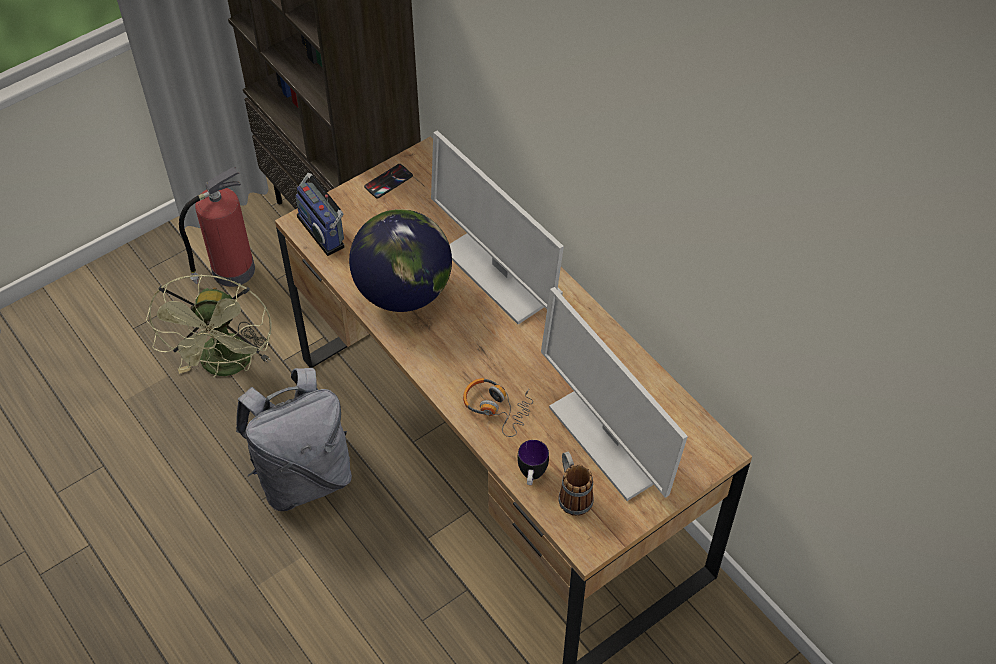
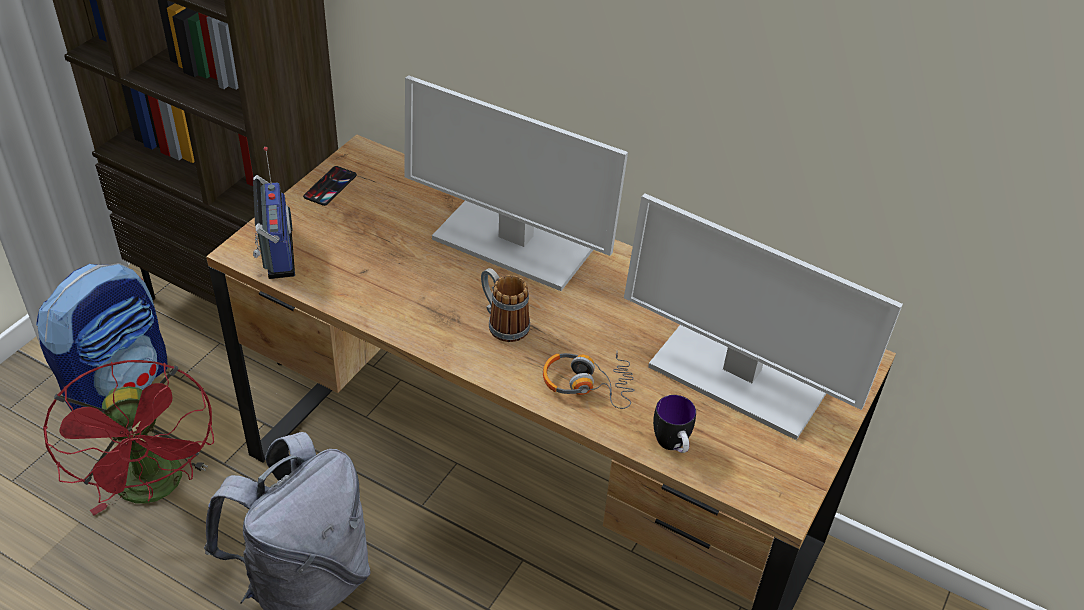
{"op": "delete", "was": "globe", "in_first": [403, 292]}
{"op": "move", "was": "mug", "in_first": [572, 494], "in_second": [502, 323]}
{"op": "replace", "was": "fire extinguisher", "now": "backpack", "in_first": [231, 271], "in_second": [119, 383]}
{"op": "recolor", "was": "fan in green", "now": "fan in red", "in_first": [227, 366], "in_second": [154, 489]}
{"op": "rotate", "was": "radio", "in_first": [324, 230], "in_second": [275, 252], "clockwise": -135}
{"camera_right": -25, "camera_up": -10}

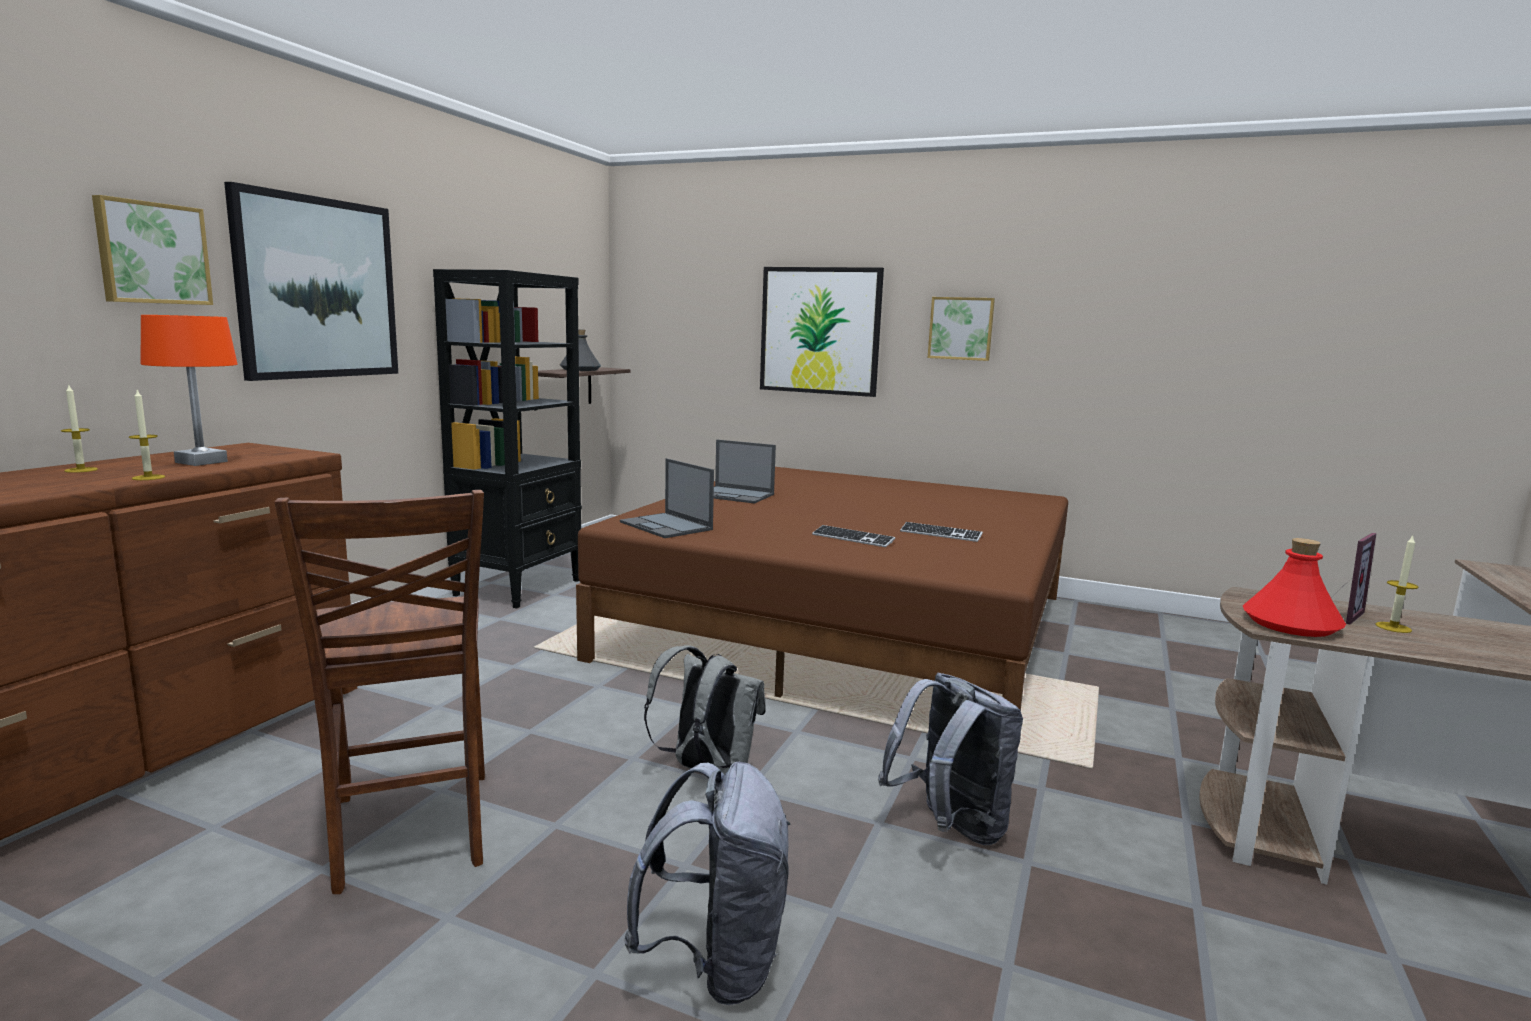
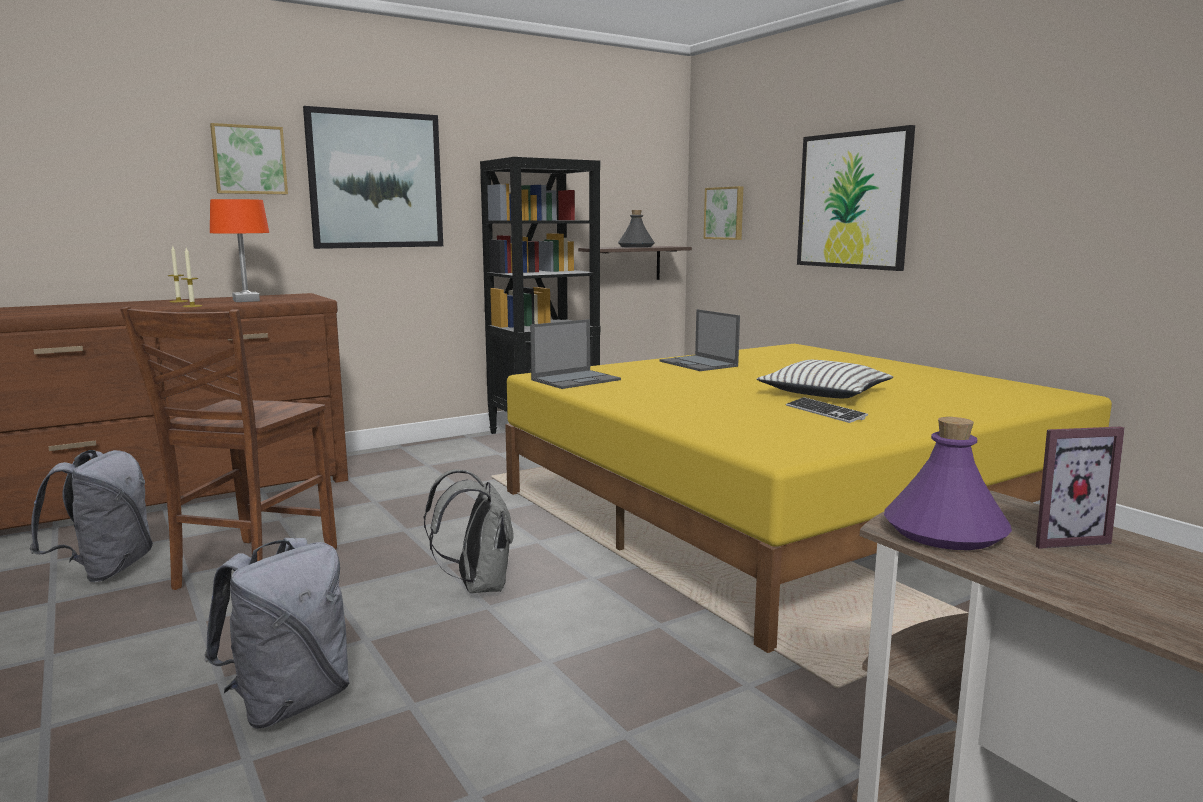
{"op": "delete", "was": "keyboard", "in_first": [853, 538]}
{"op": "delete", "was": "candle", "in_first": [1393, 627]}
{"op": "insert", "now": "pillow in white", "in_second": [824, 393]}
{"op": "move", "was": "backpack in grey", "in_first": [950, 828], "in_second": [106, 570]}
{"op": "move", "was": "picture", "in_first": [961, 328], "in_second": [725, 213]}
{"op": "recolor", "was": "bed in brown", "now": "bed in yellow", "in_first": [848, 625], "in_second": [783, 508]}
{"op": "recolor", "was": "bottle in red", "now": "bottle in purple", "in_first": [1291, 624], "in_second": [945, 531]}
{"op": "rotate", "was": "laptop", "in_first": [667, 526], "in_second": [576, 380], "clockwise": -120}
{"camera_right": 35, "camera_up": 0}

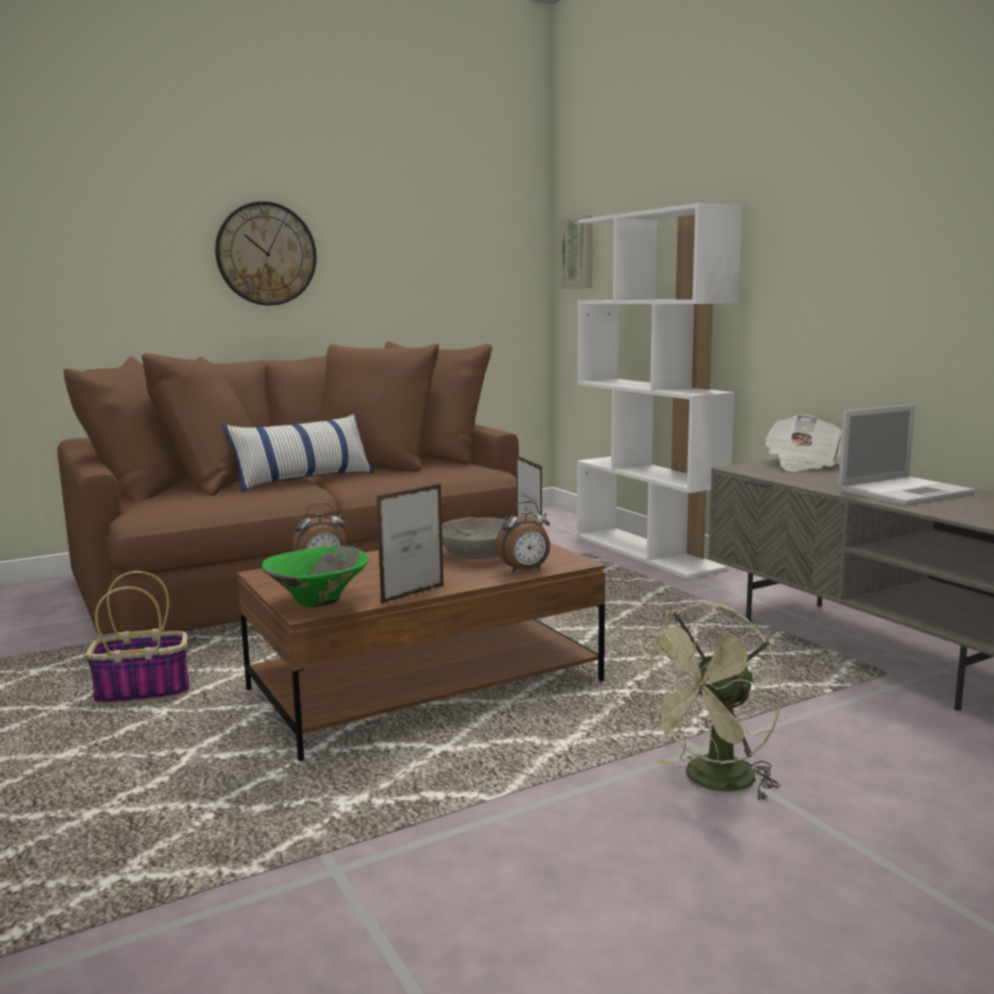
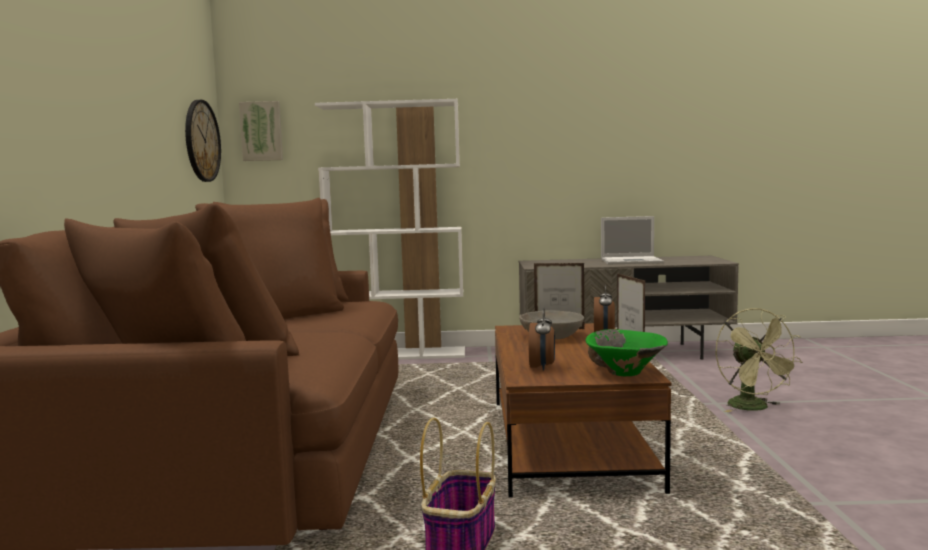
{"op": "delete", "was": "pillow", "in_first": [303, 480]}
{"op": "delete", "was": "newspaper", "in_first": [801, 464]}
{"op": "move", "was": "wall clock", "in_first": [266, 254], "in_second": [201, 141]}
{"op": "rotate", "was": "laptop", "in_first": [906, 491], "in_second": [632, 261], "clockwise": 90}
{"camera_right": -60, "camera_up": -5}

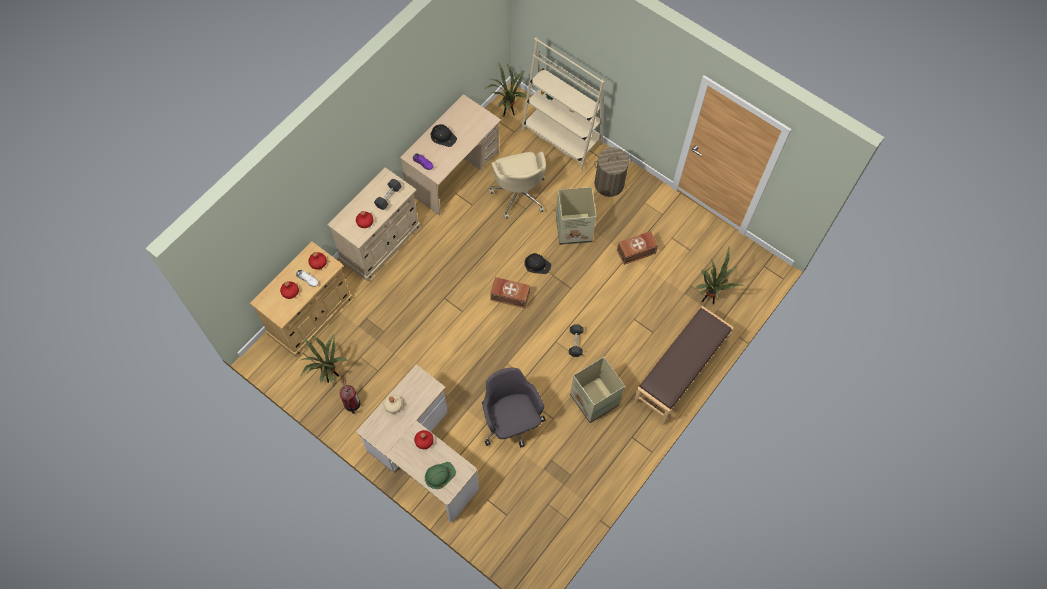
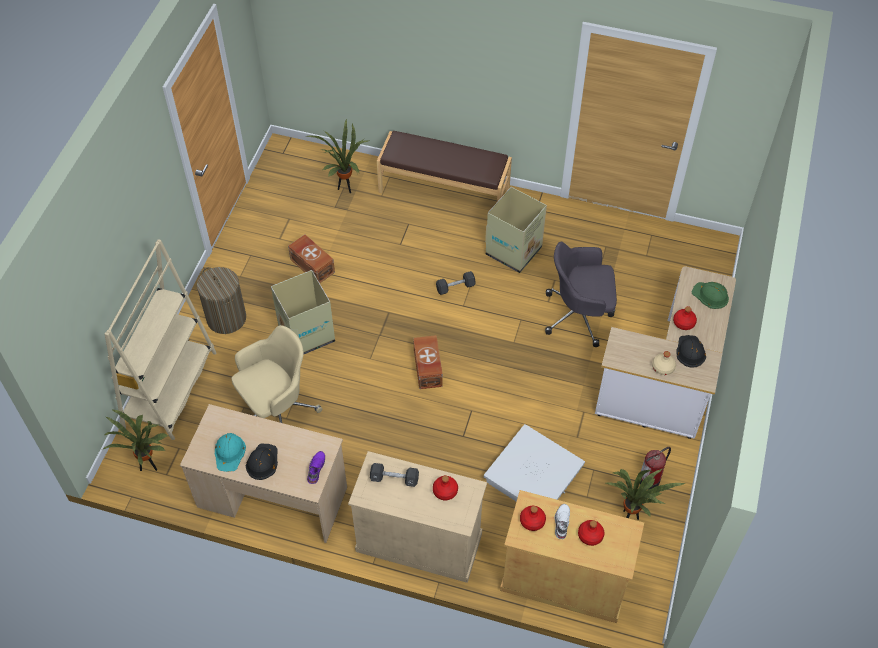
{"op": "insert", "now": "hard hat in turquoise", "in_second": [229, 453]}
{"op": "insert", "now": "storage box in white", "in_second": [533, 475]}
{"op": "move", "was": "hard hat in black", "in_first": [537, 264], "in_second": [690, 351]}
{"op": "rotate", "was": "office chair in grey", "in_first": [511, 422], "in_second": [579, 315], "clockwise": 45}
{"camera_right": -110, "camera_up": -10}

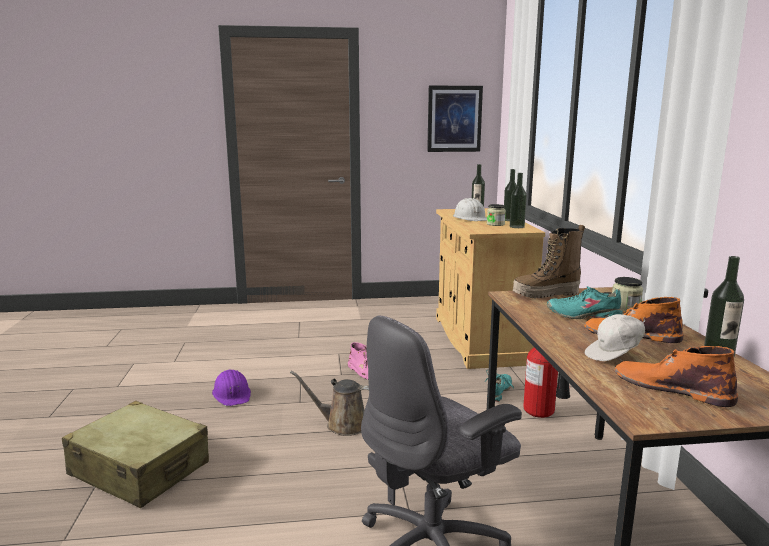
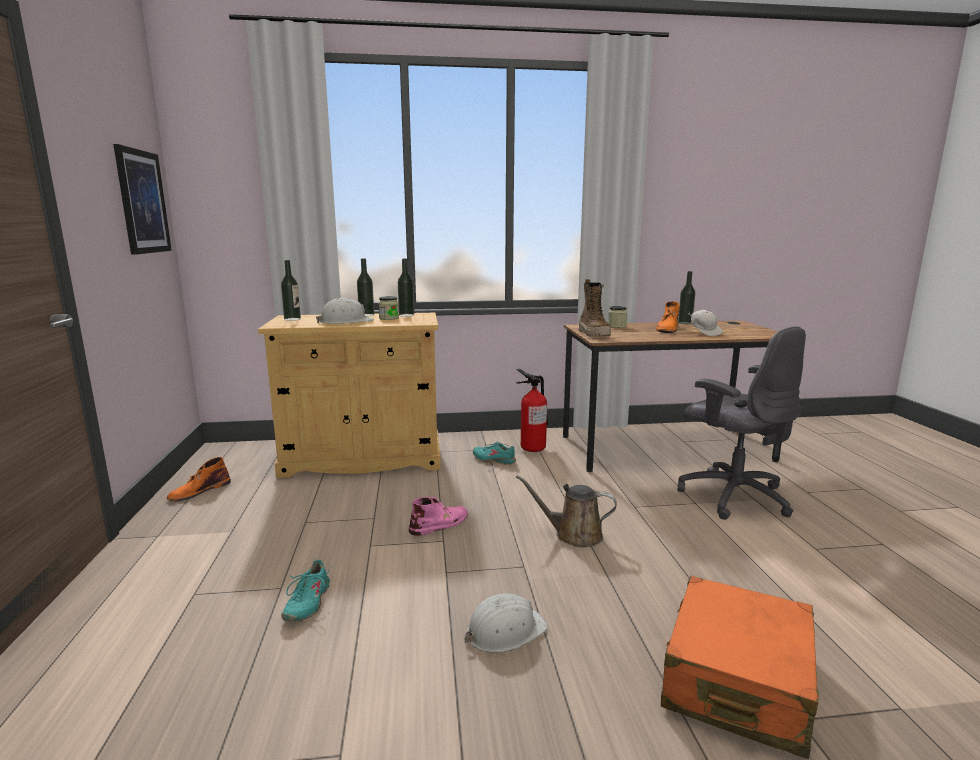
{"op": "move", "was": "shoe in turquoise", "in_first": [583, 315], "in_second": [307, 603]}
{"op": "move", "was": "boot in orange", "in_first": [671, 387], "in_second": [199, 491]}
{"op": "recolor", "was": "suitcase in beige", "now": "suitcase in orange", "in_first": [140, 469], "in_second": [736, 681]}
{"op": "recolor", "was": "hard hat in purple", "now": "hard hat in white", "in_first": [232, 394], "in_second": [505, 631]}
{"op": "rotate", "was": "watering can in brown", "in_first": [342, 424], "in_second": [573, 535], "clockwise": 90}
{"camera_right": -90, "camera_up": 0}

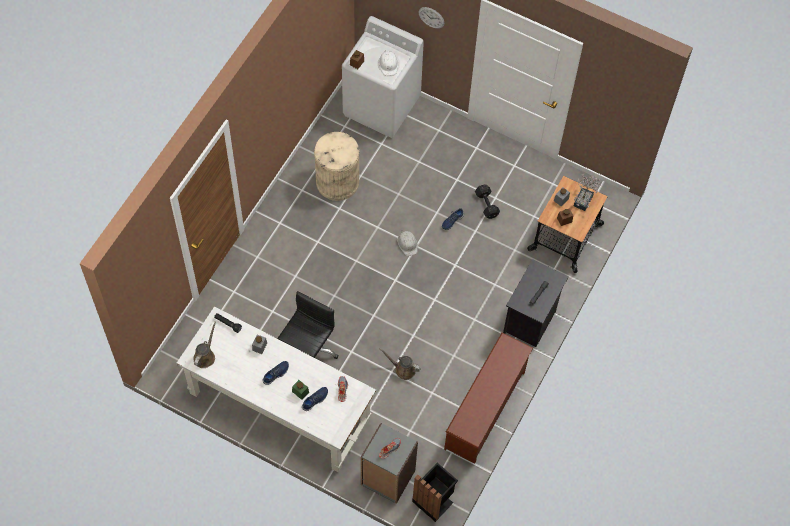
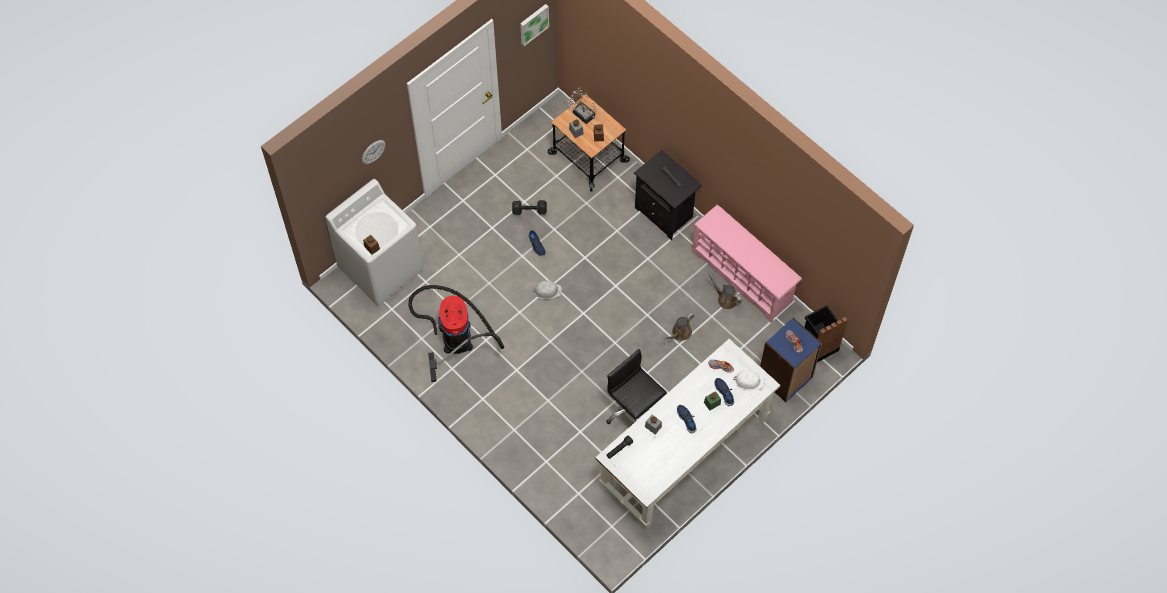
{"op": "insert", "now": "picture", "in_second": [533, 23]}
{"op": "move", "was": "watering can in brown", "in_first": [205, 356], "in_second": [725, 299]}
{"op": "move", "was": "hard hat in white", "in_first": [388, 64], "in_second": [749, 381]}
{"op": "replace", "was": "trash can in beige", "now": "vacuum cleaner", "in_first": [337, 182], "in_second": [455, 333]}
{"op": "recolor", "was": "bookcase in grey", "now": "bookcase in blue", "in_first": [387, 478], "in_second": [785, 378]}
{"op": "recolor", "was": "shoe rack in brown", "now": "shoe rack in pink", "in_first": [486, 411], "in_second": [743, 277]}
{"camera_right": -70, "camera_up": 0}

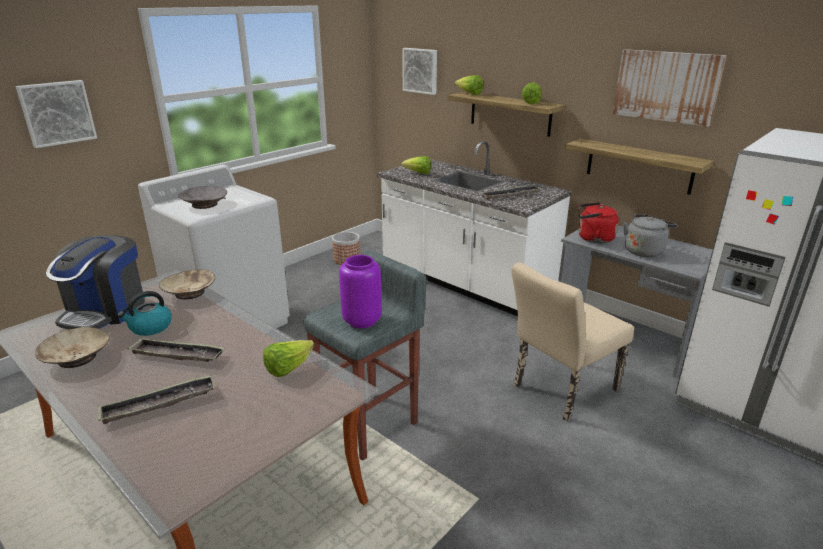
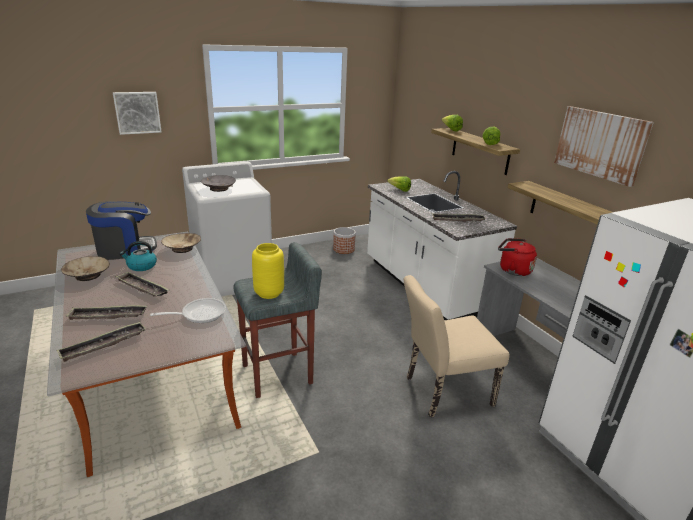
{"op": "delete", "was": "picture", "in_first": [420, 70]}
{"op": "delete", "was": "kettle in grey", "in_first": [644, 251]}
{"op": "insert", "now": "tray", "in_second": [103, 344]}
{"op": "replace", "was": "lettuce", "now": "frying pan", "in_first": [288, 368], "in_second": [199, 314]}
{"op": "recolor", "was": "vase in purple", "now": "vase in yellow", "in_first": [362, 320], "in_second": [269, 293]}
{"op": "rotate", "was": "coffee machine", "in_first": [105, 311], "in_second": [125, 249], "clockwise": -150}
{"camera_right": 20, "camera_up": 0}

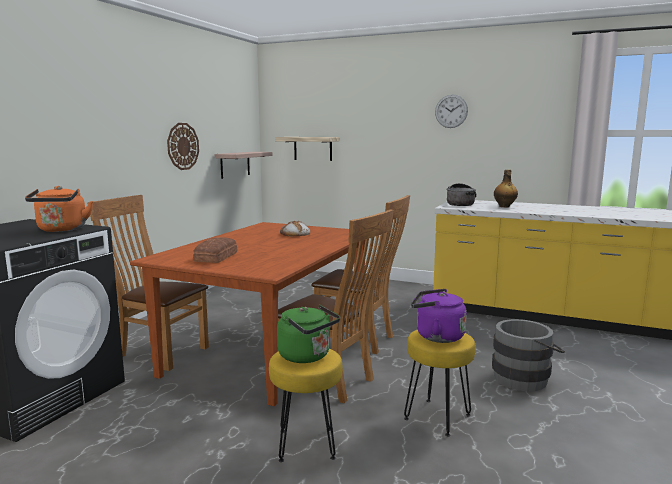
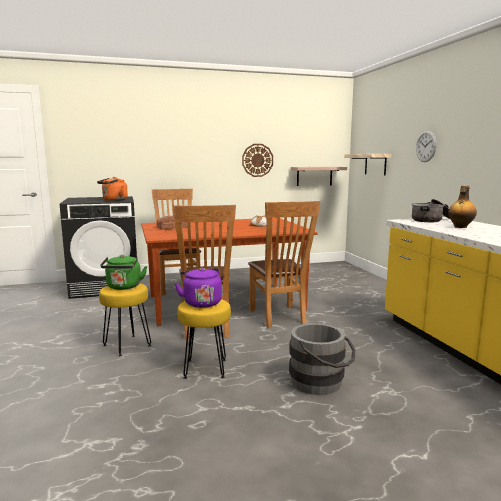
{"op": "move", "was": "wall clock", "in_first": [451, 111], "in_second": [426, 146]}
{"camera_right": 50, "camera_up": 0}

